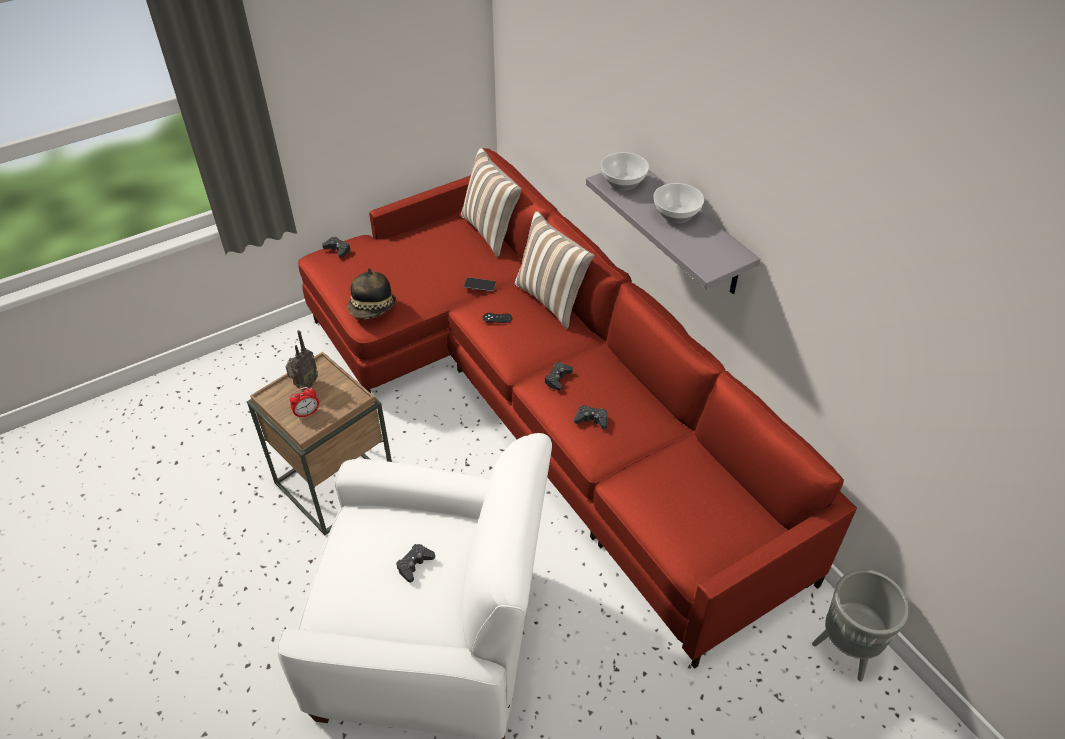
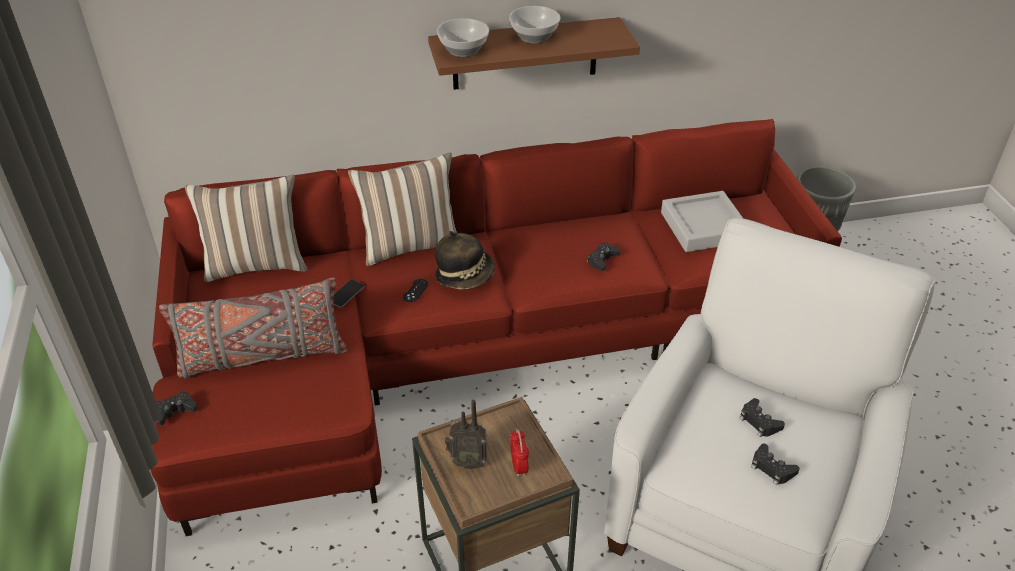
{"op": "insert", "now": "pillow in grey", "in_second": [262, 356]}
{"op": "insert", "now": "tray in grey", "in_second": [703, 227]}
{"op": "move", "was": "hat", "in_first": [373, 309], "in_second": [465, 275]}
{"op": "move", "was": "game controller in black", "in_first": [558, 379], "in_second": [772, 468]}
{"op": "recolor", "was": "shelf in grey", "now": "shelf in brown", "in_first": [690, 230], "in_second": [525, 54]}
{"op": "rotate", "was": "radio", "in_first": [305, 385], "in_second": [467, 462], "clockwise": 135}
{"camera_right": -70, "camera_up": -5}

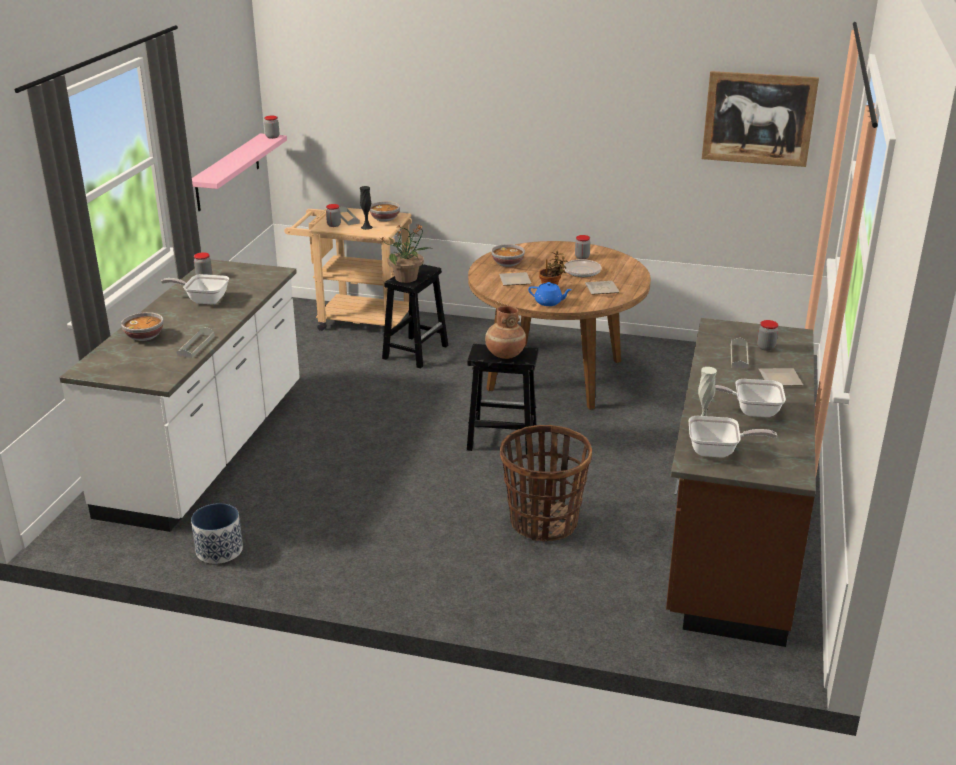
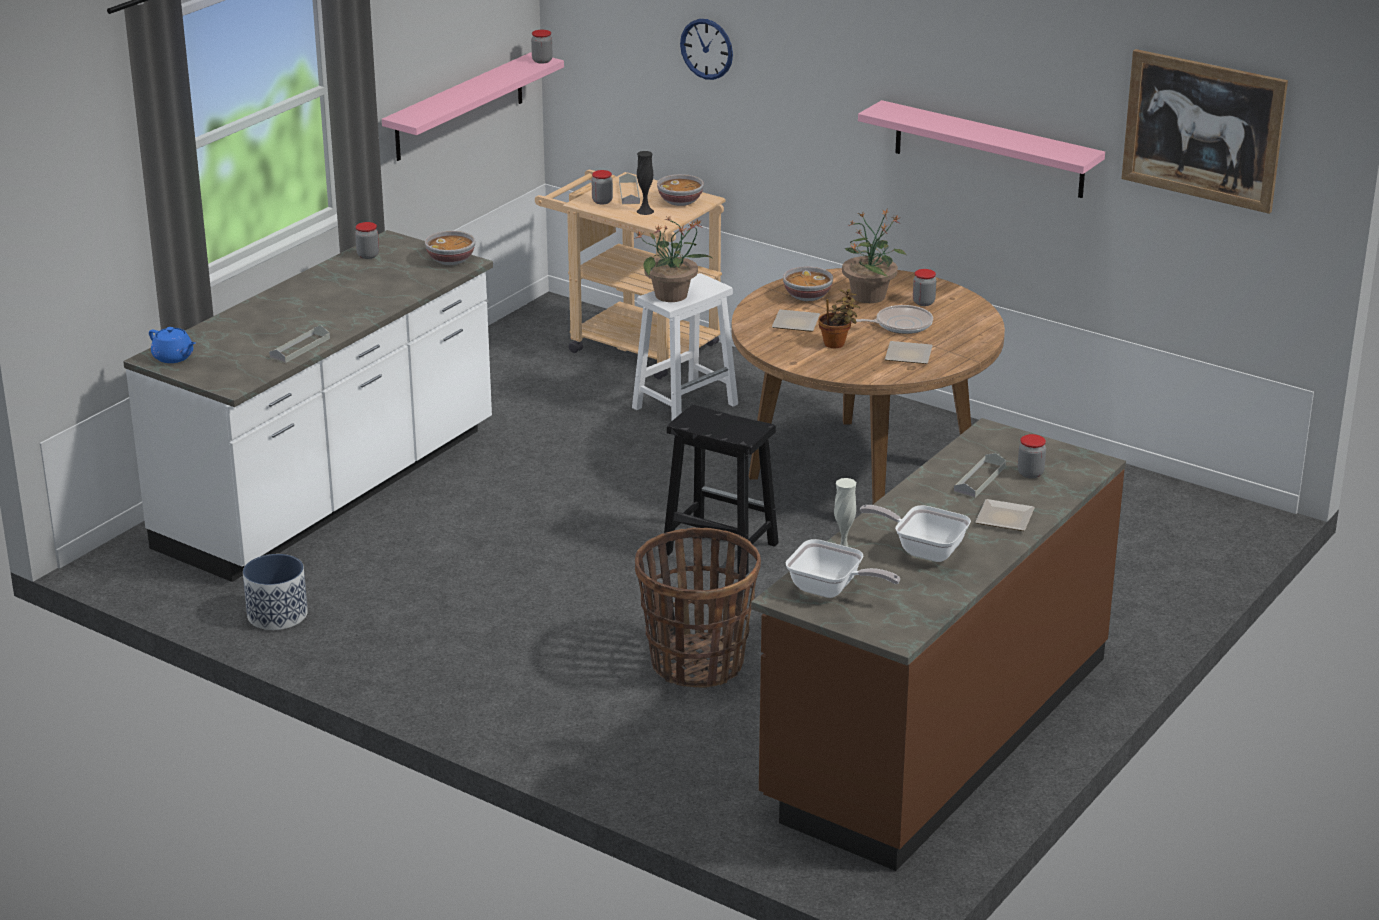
{"op": "delete", "was": "frying pan", "in_first": [203, 300]}
{"op": "delete", "was": "vase in brown", "in_first": [505, 354]}
{"op": "insert", "now": "wall clock", "in_second": [707, 49]}
{"op": "insert", "now": "potted plant", "in_second": [869, 296]}
{"op": "insert", "now": "shelf in pink", "in_second": [989, 149]}
{"op": "move", "was": "bowl", "in_first": [145, 336], "in_second": [451, 260]}
{"op": "move", "was": "teapot in blue", "in_first": [549, 302], "in_second": [174, 357]}
{"op": "recolor", "was": "stool in black", "now": "stool in white", "in_first": [415, 351], "in_second": [686, 405]}
{"camera_right": 20, "camera_up": 0}

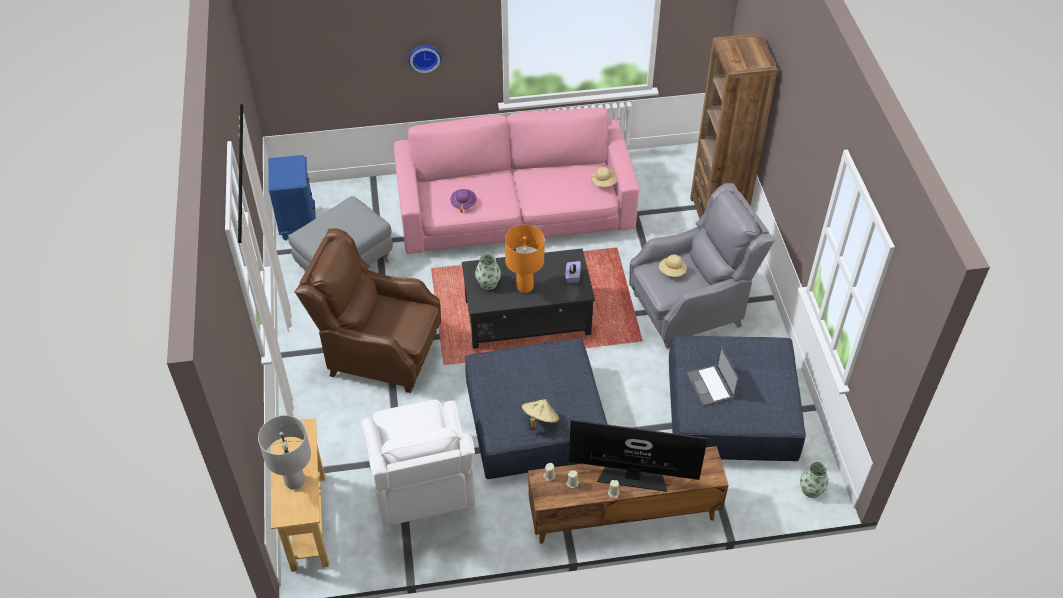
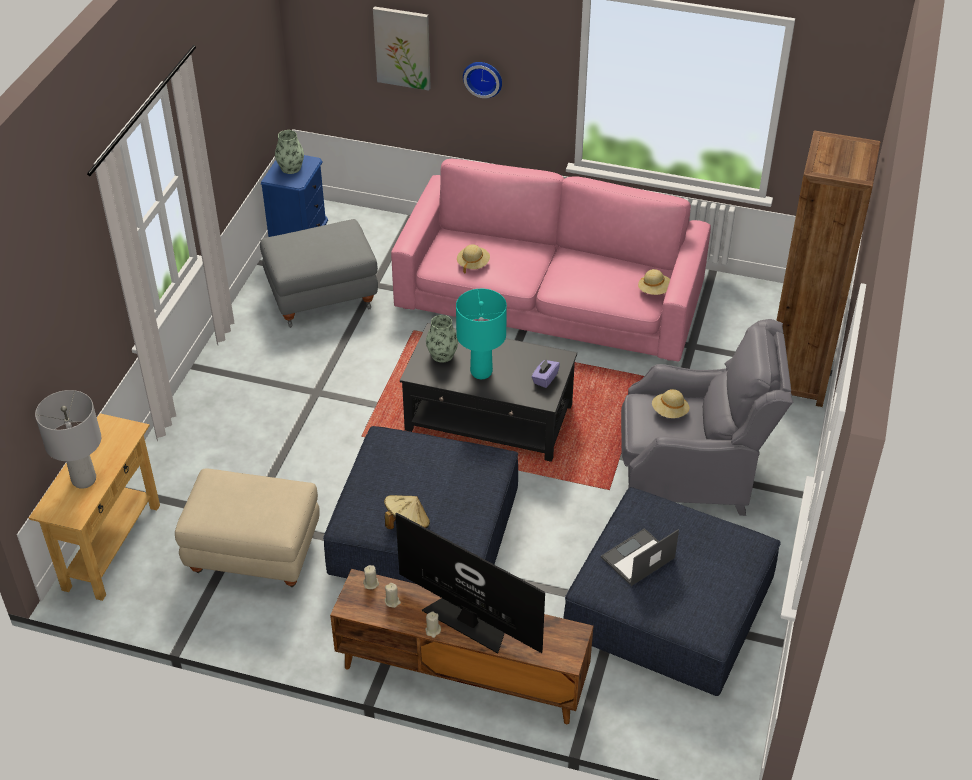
{"op": "delete", "was": "armchair in brown", "in_first": [380, 352]}
{"op": "insert", "now": "picture", "in_second": [402, 47]}
{"op": "move", "was": "vase", "in_first": [811, 489], "in_second": [291, 168]}
{"op": "replace", "was": "armchair in white", "now": "ottoman in beige", "in_first": [421, 486], "in_second": [253, 556]}
{"op": "recolor", "was": "hat in purple", "now": "hat in beige", "in_first": [463, 203], "in_second": [473, 264]}
{"op": "recolor", "was": "table lamp in orange", "now": "table lamp in turquoise", "in_first": [525, 286], "in_second": [481, 372]}
{"op": "rotate", "was": "laptop", "in_first": [710, 386], "in_second": [637, 558], "clockwise": 45}
{"camera_right": 25, "camera_up": -5}

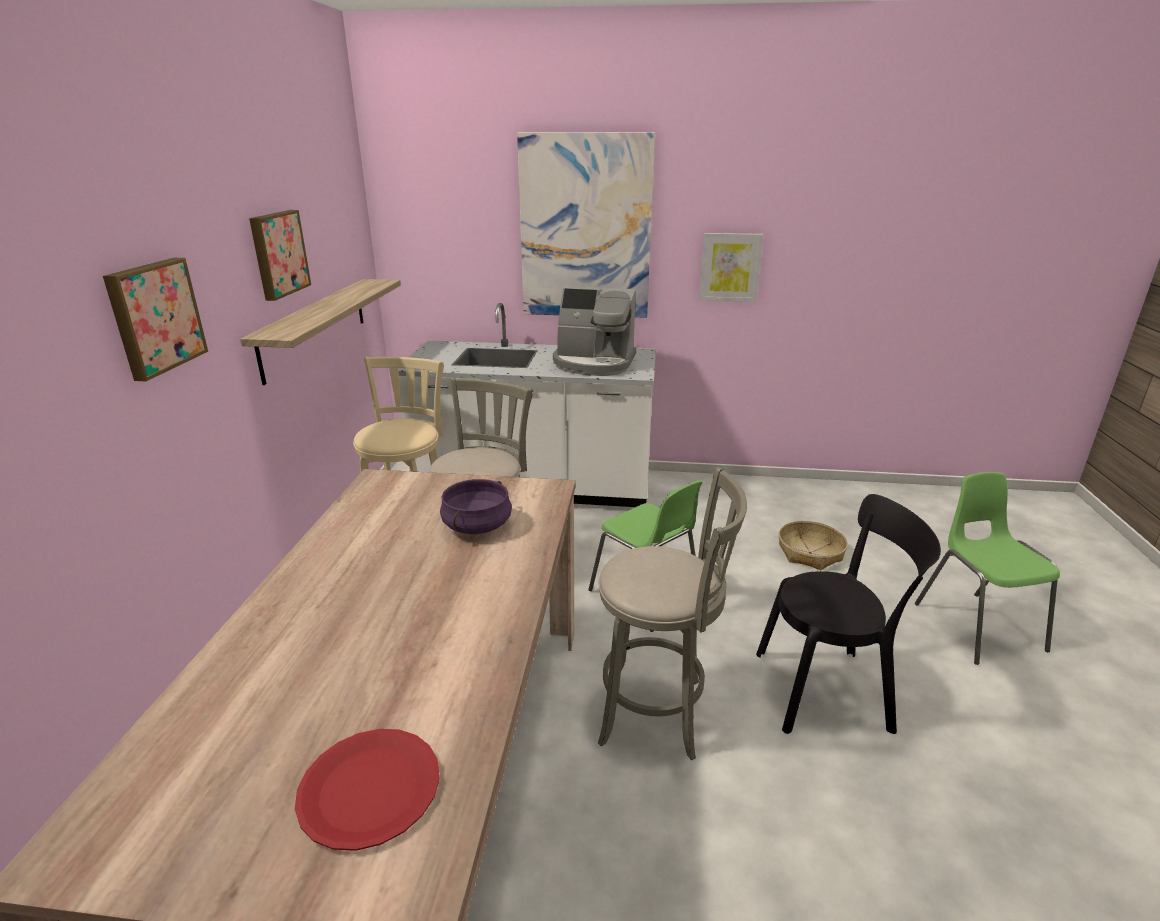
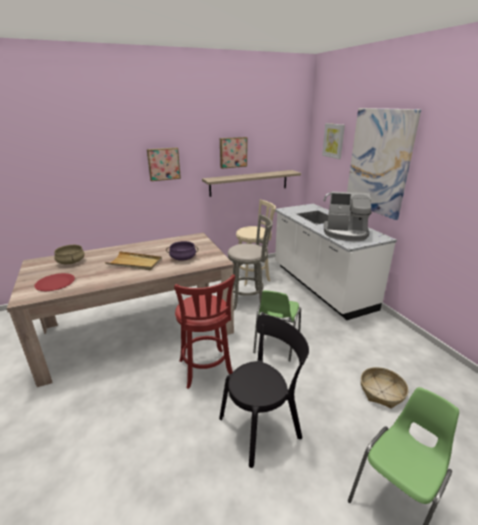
{"op": "insert", "now": "cooking pot in beige", "in_second": [71, 262]}
{"op": "insert", "now": "tray in beige", "in_second": [134, 263]}
{"op": "move", "was": "picture", "in_first": [730, 267], "in_second": [333, 140]}
{"op": "recolor", "was": "stool in grey", "now": "stool in red", "in_first": [658, 712], "in_second": [206, 370]}
{"op": "rotate", "was": "coffee machine", "in_first": [594, 363], "in_second": [346, 233], "clockwise": -60}
{"op": "rotate", "was": "chair in black", "in_first": [828, 690], "in_second": [263, 425], "clockwise": -90}
{"camera_right": 60, "camera_up": 0}

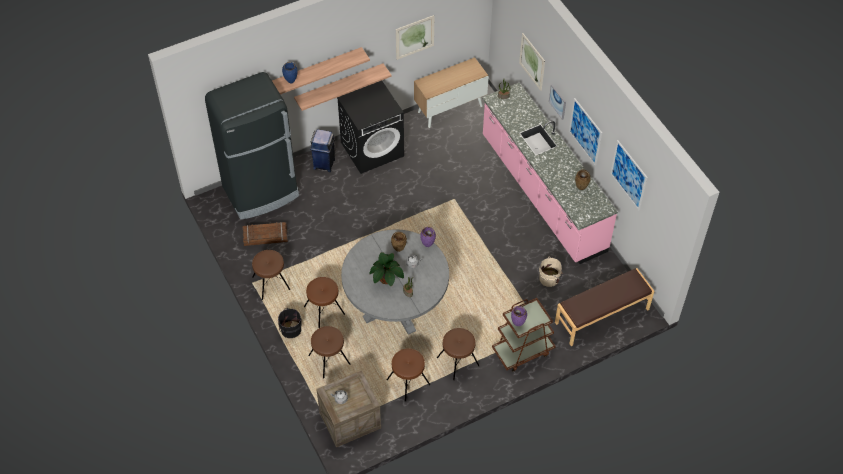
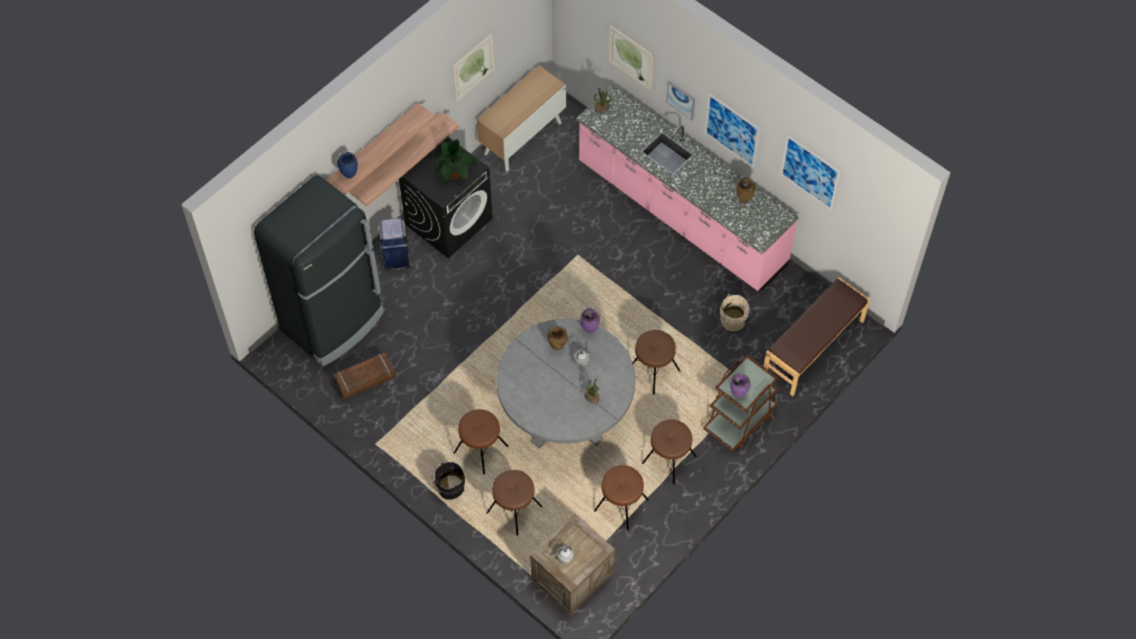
{"op": "move", "was": "stool in brown", "in_first": [271, 283], "in_second": [653, 370]}
{"op": "move", "was": "potted plant", "in_first": [386, 279], "in_second": [454, 173]}
{"camera_right": -20, "camera_up": 5}

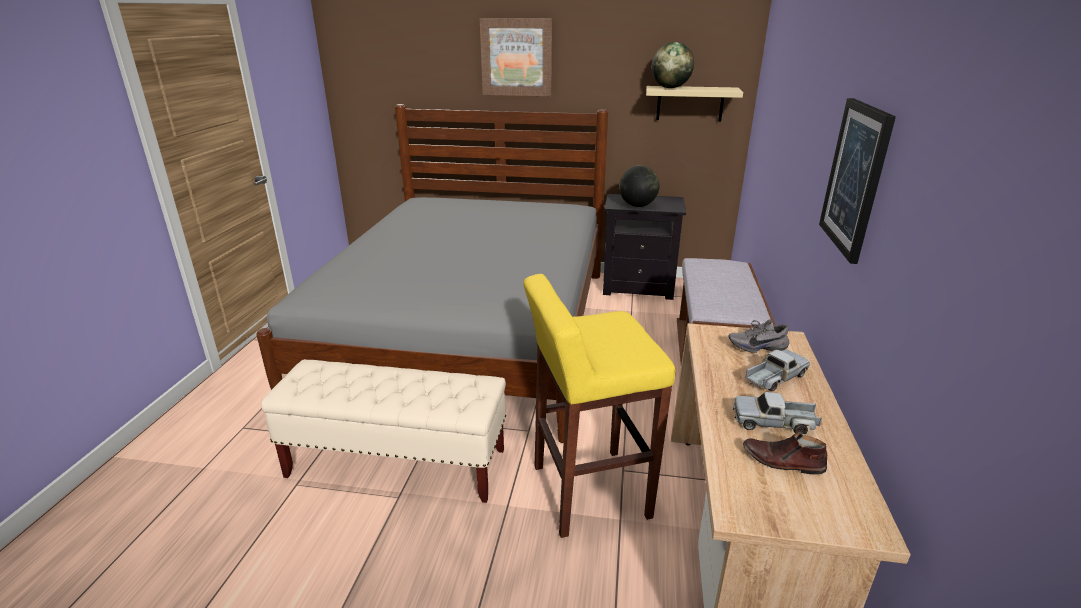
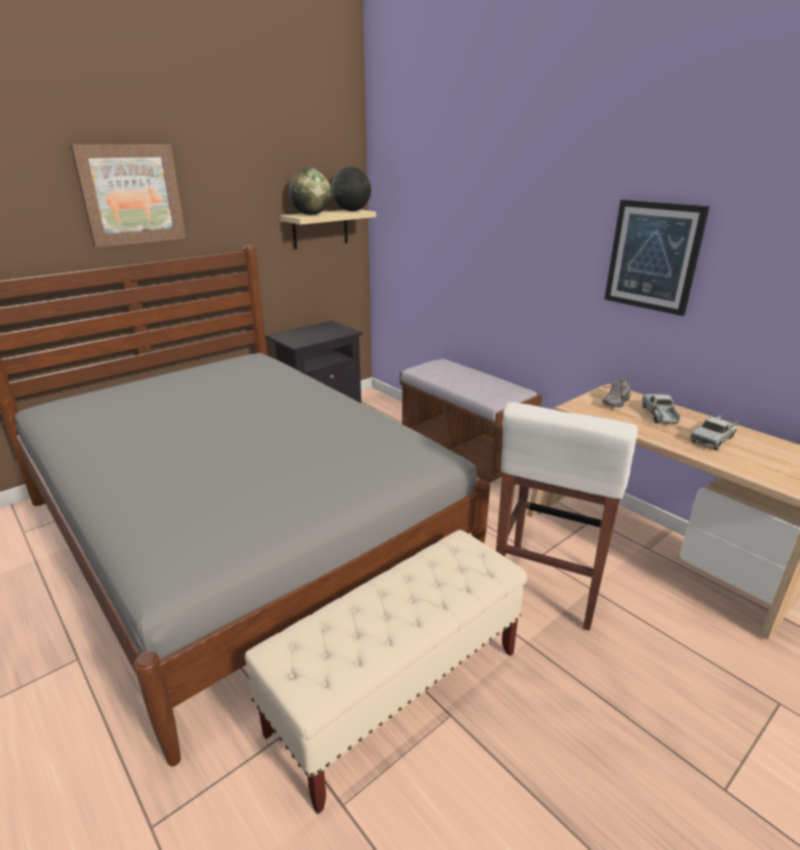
{"op": "delete", "was": "shoe in brown", "in_first": [782, 461]}
{"op": "move", "was": "globe", "in_first": [637, 206], "in_second": [352, 211]}
{"op": "recolor", "was": "stool in yellow", "now": "stool in white", "in_first": [588, 491], "in_second": [547, 587]}
{"camera_right": -50, "camera_up": 0}

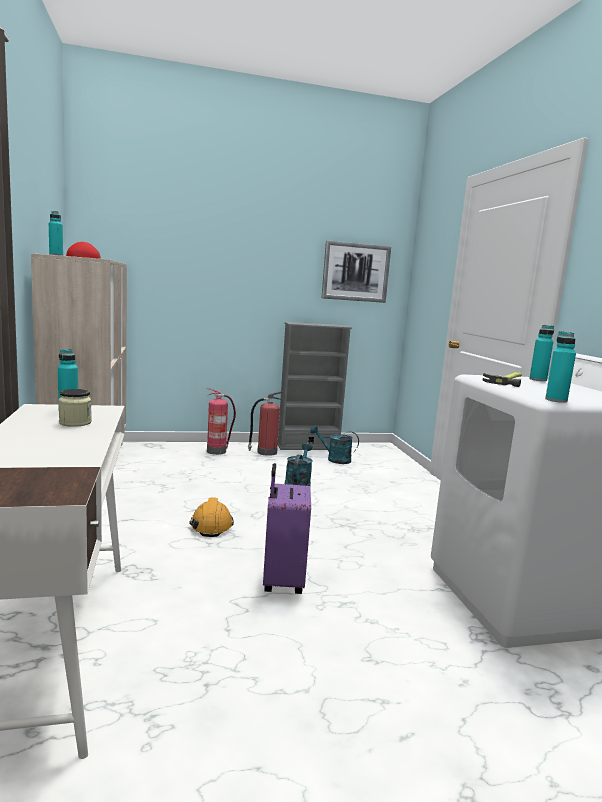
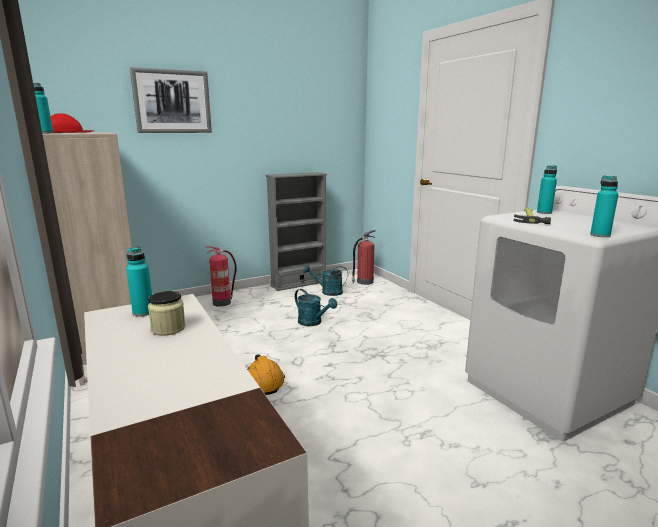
{"op": "delete", "was": "suitcase in purple", "in_first": [281, 581]}
{"op": "move", "was": "fire extinguisher", "in_first": [266, 452], "in_second": [364, 282]}
{"op": "move", "was": "picture", "in_first": [355, 272], "in_second": [172, 101]}
{"op": "rotate", "was": "watering can in turquoise", "in_first": [298, 484], "in_second": [313, 322], "clockwise": 135}
{"camera_right": -15, "camera_up": 5}

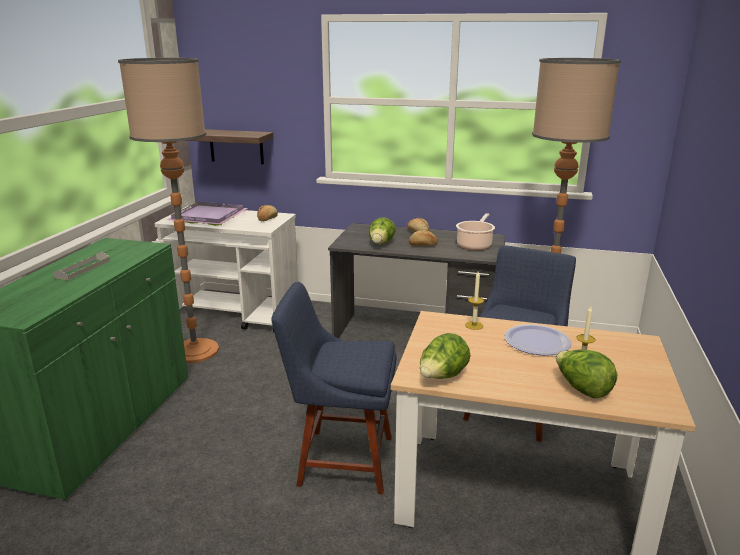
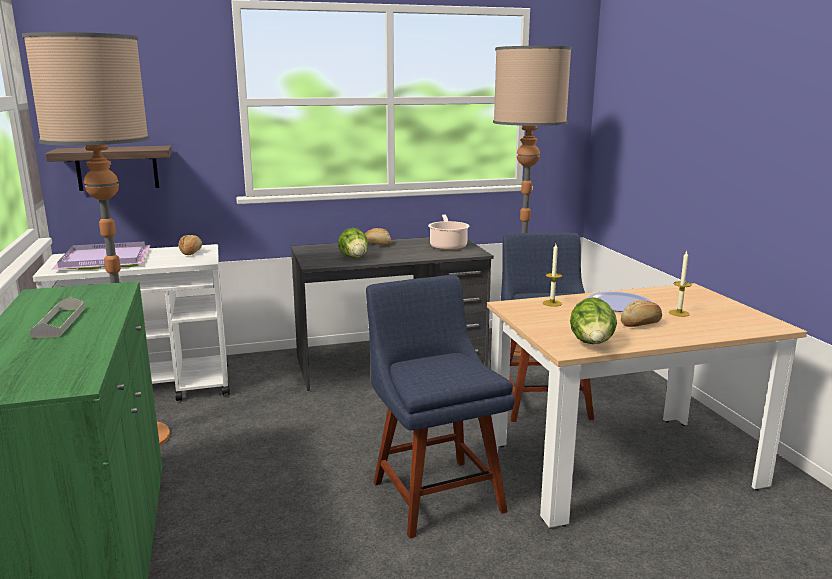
{"op": "delete", "was": "lettuce", "in_first": [582, 389]}
{"op": "move", "was": "bread", "in_first": [423, 245], "in_second": [641, 324]}
{"op": "rotate", "was": "chair in blue", "in_first": [340, 459], "in_second": [435, 492], "clockwise": 90}
{"camera_right": -30, "camera_up": -5}

